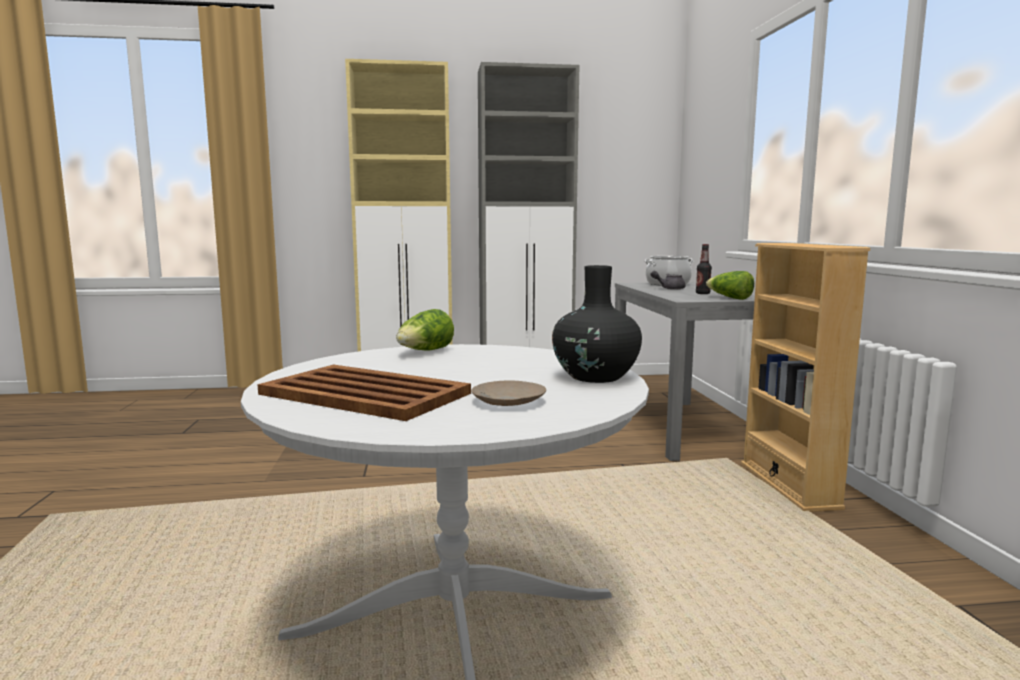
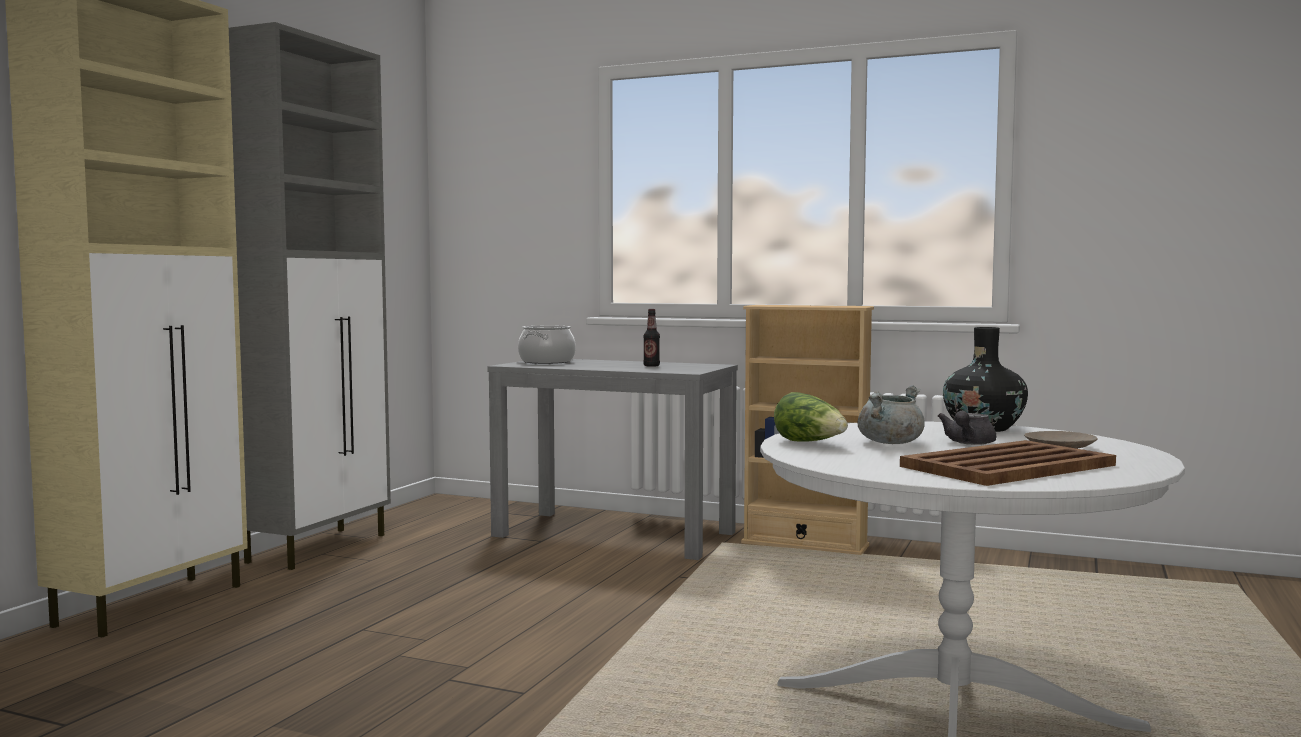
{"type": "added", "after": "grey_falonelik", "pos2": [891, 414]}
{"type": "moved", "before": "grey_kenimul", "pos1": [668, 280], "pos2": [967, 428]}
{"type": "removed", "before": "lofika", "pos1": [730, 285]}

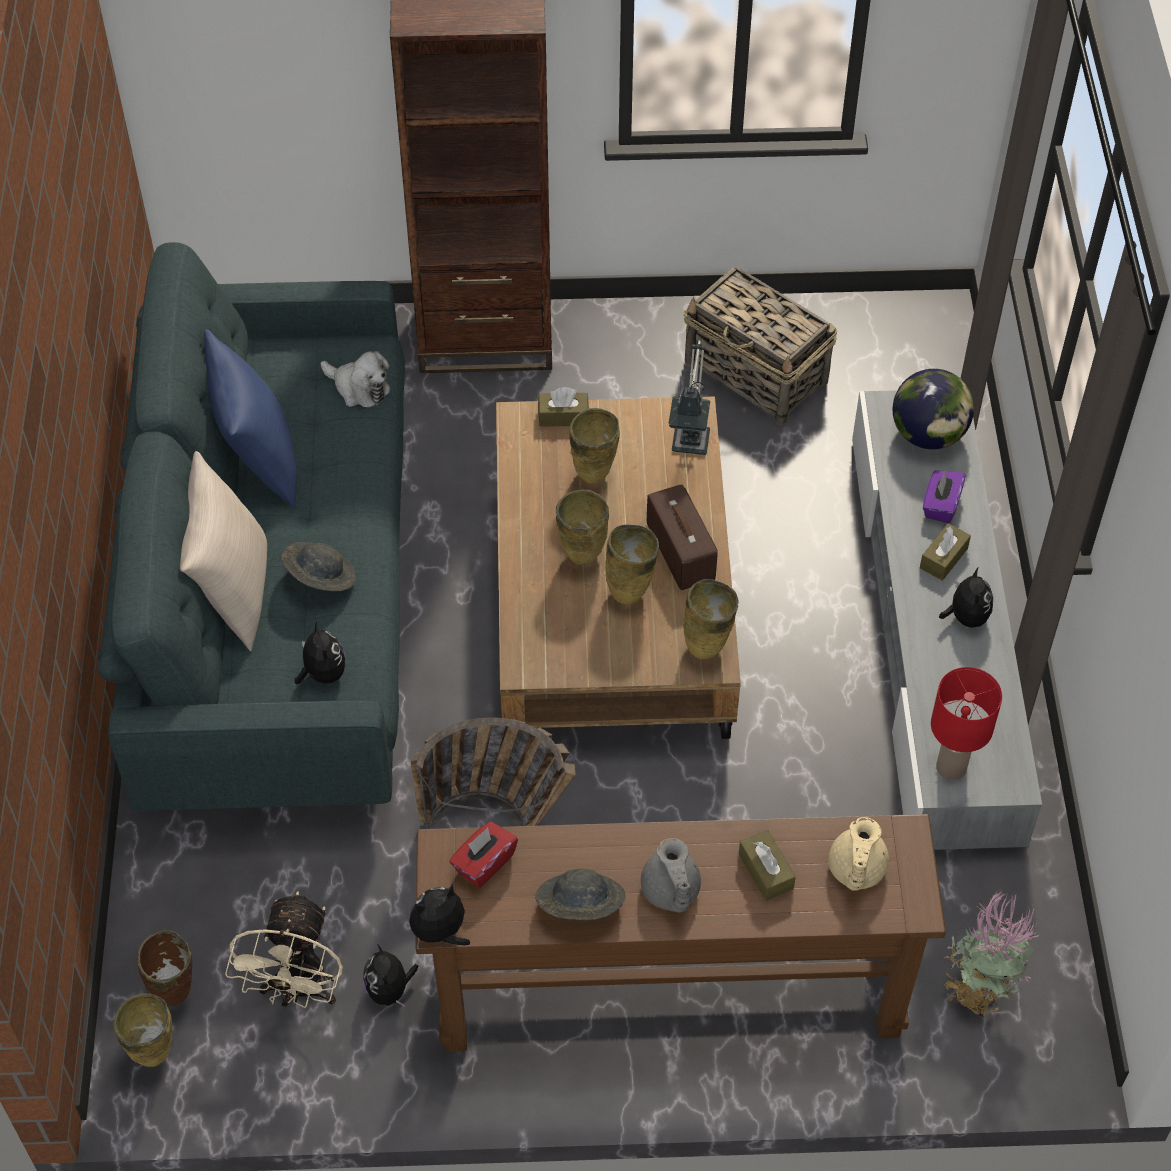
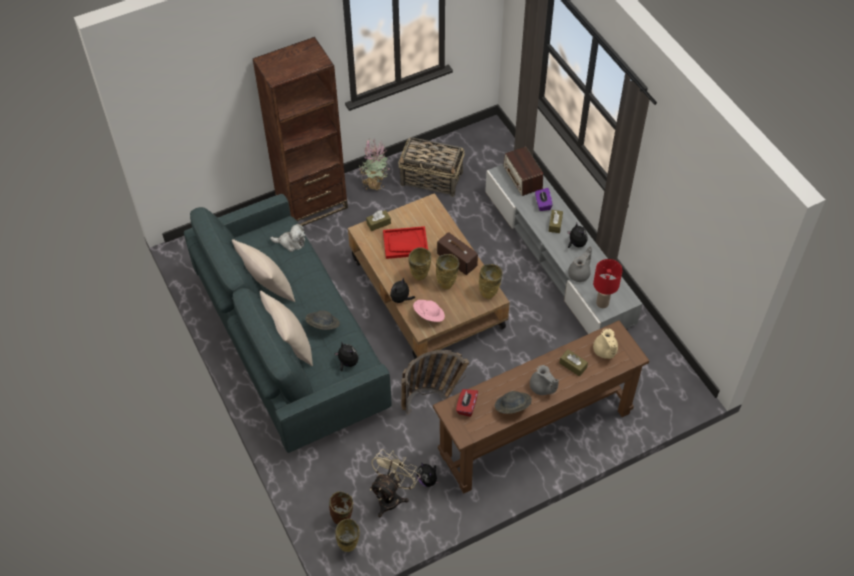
{"type": "recoloured", "before": "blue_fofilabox", "after": "beige_fofilabox", "pos1": [250, 419], "pos2": [263, 270]}
{"type": "moved", "before": "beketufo", "pos1": [991, 952], "pos2": [375, 164]}
{"type": "turned", "before": "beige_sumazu", "pos1": [284, 950], "pos2": [395, 483], "turn": -135}
{"type": "replaced", "before": "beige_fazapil", "after": "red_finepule", "pos1": [594, 446], "pos2": [405, 242]}
{"type": "moved", "before": "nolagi", "pos1": [439, 917], "pos2": [402, 290]}
{"type": "added", "after": "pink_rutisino", "pos2": [429, 311]}
{"type": "replaced", "before": "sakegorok", "after": "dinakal", "pos1": [933, 409], "pos2": [523, 171]}
{"type": "added", "after": "grey_kenimul", "pos2": [580, 264]}
{"type": "removed", "before": "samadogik", "pos1": [689, 396]}

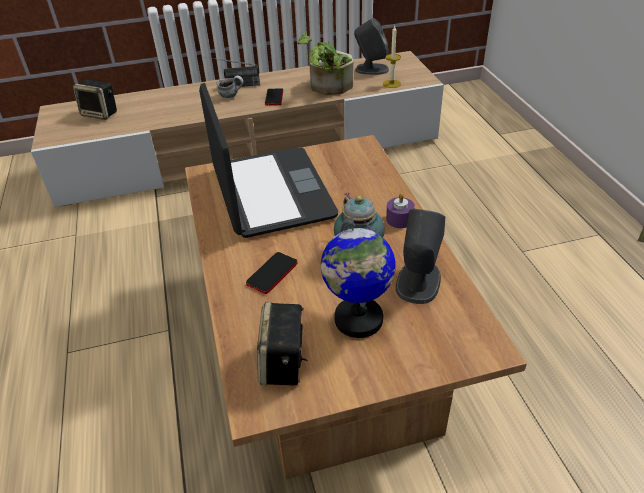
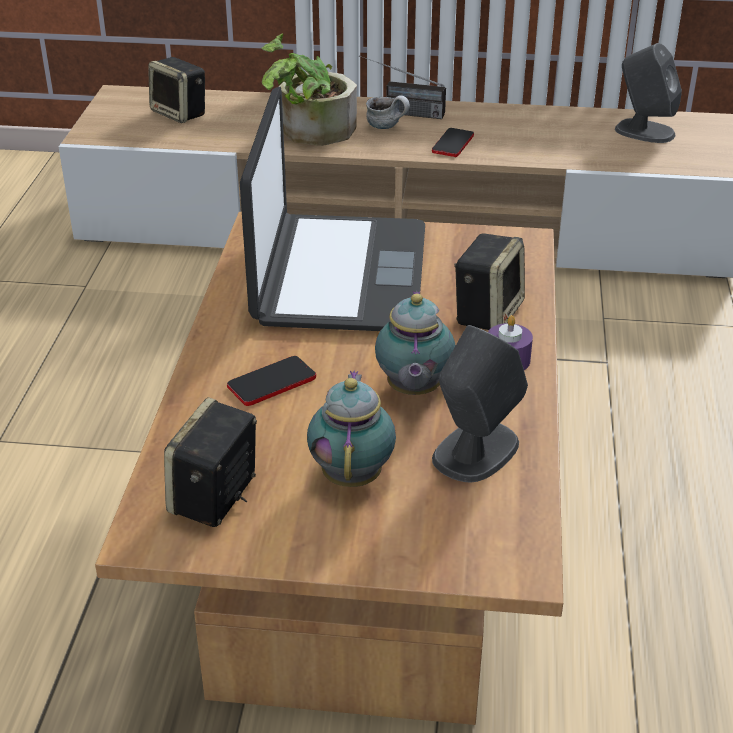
{"type": "moved", "before": "beketufo", "pos1": [325, 63], "pos2": [309, 90]}
{"type": "replaced", "before": "sakegorok", "after": "kenimul", "pos1": [358, 277], "pos2": [351, 428]}
{"type": "added", "after": "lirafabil", "pos2": [489, 281]}
{"type": "removed", "before": "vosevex", "pos1": [392, 57]}

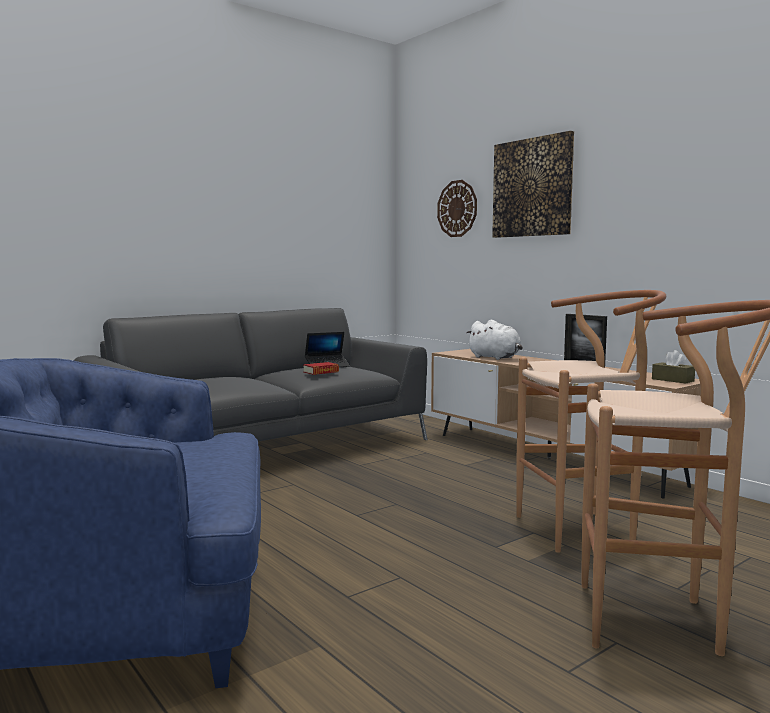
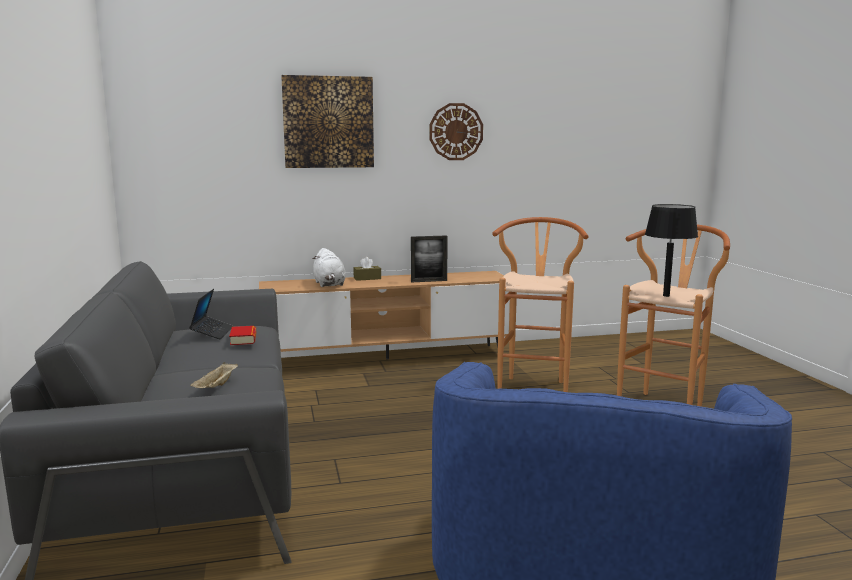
{"type": "added", "after": "beige_finepule", "pos2": [214, 375]}
{"type": "turned", "before": "white_nolagi", "pos1": [494, 340], "pos2": [329, 267], "turn": 90}
{"type": "moved", "before": "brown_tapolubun", "pos1": [673, 367], "pos2": [367, 269]}
{"type": "moved", "before": "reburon", "pos1": [457, 208], "pos2": [456, 131]}
{"type": "added", "after": "black_samadogik", "pos2": [671, 250]}

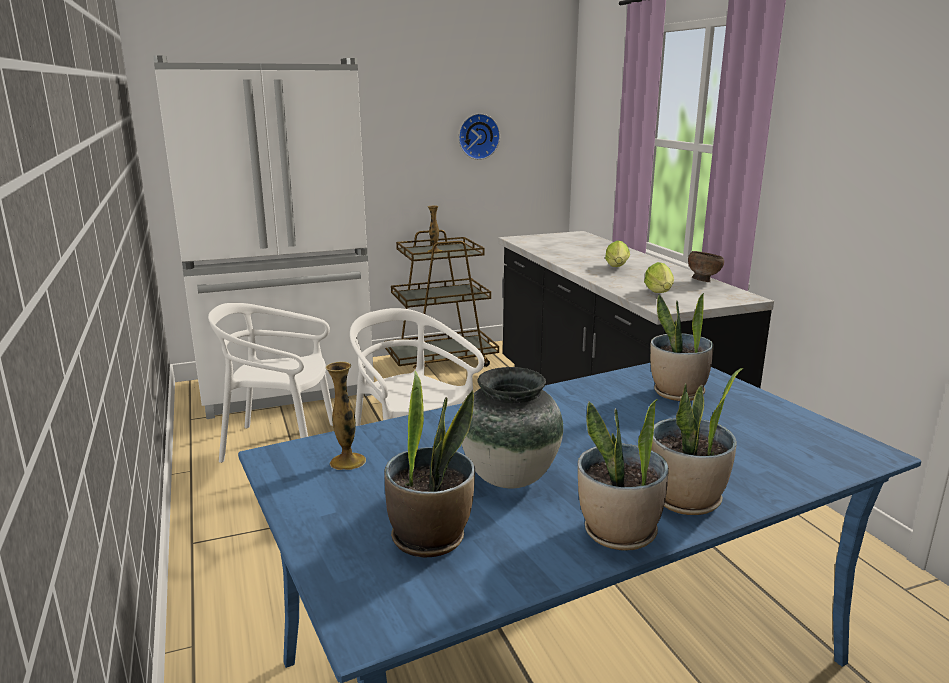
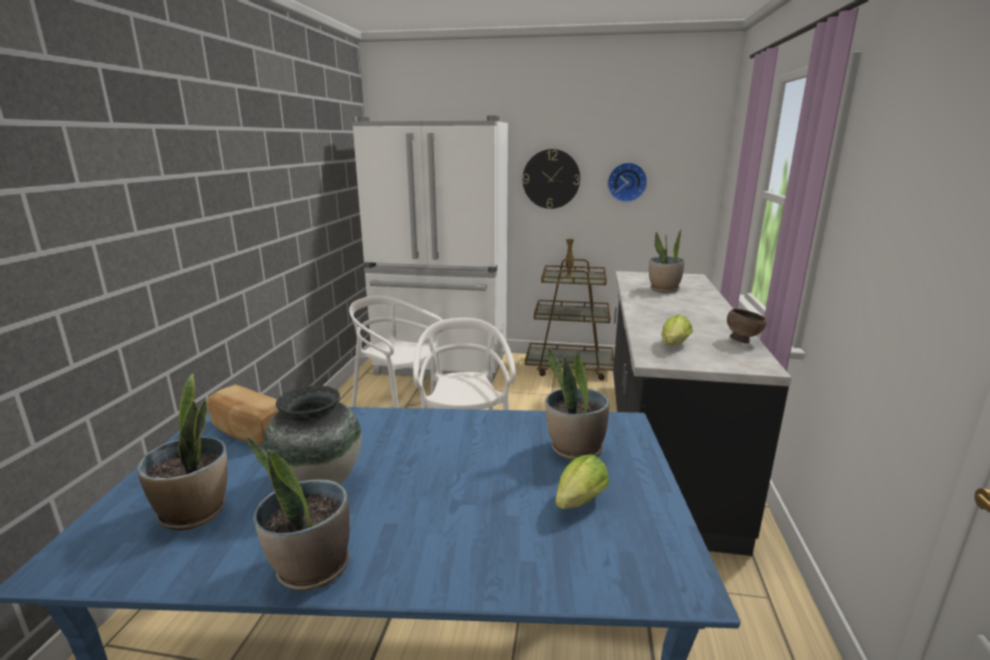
{"type": "replaced", "before": "fazapil", "after": "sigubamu", "pos1": [346, 415], "pos2": [243, 415]}
{"type": "added", "after": "reburon", "pos2": [551, 179]}
{"type": "moved", "before": "lofika", "pos1": [617, 253], "pos2": [582, 482]}
{"type": "moved", "before": "beketufo", "pos1": [697, 441], "pos2": [667, 260]}

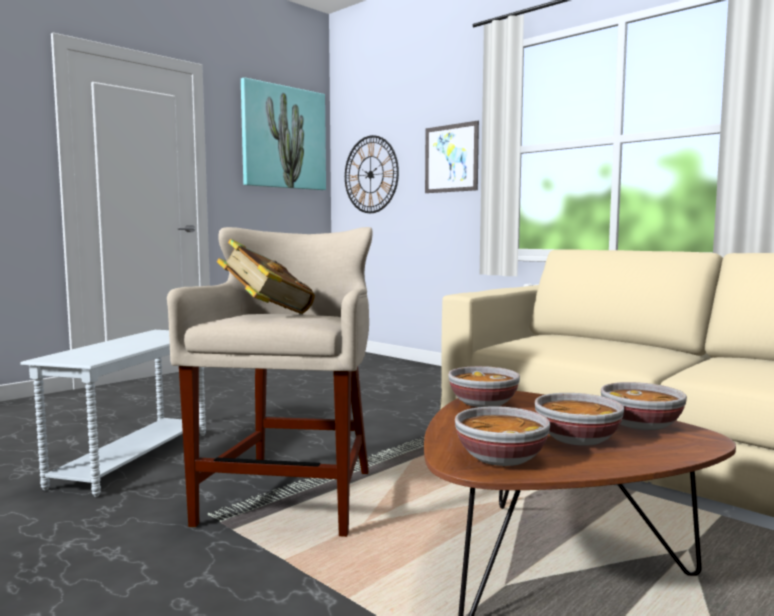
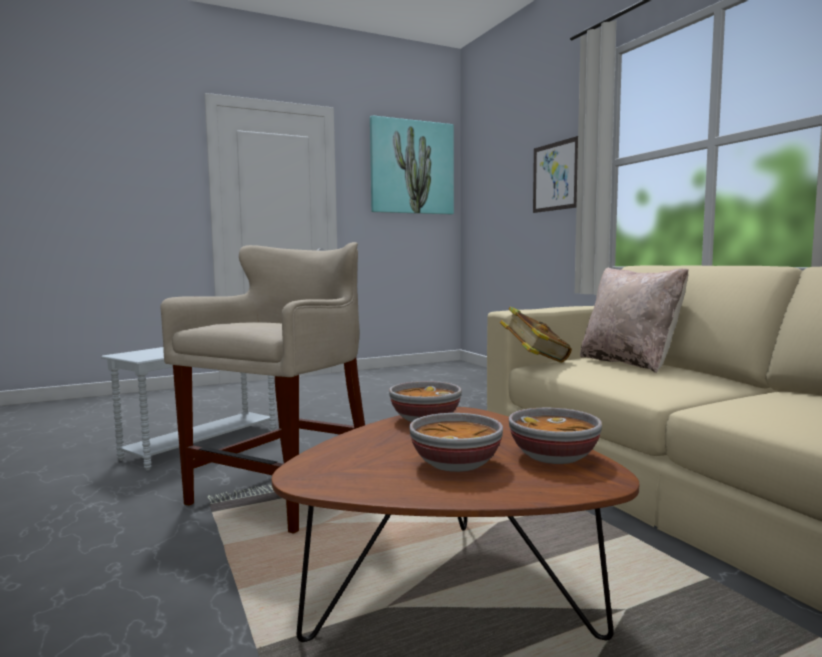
{"type": "moved", "before": "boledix", "pos1": [266, 276], "pos2": [536, 334]}
{"type": "added", "after": "beige_fofilabox", "pos2": [634, 320]}
{"type": "removed", "before": "reburon", "pos1": [372, 174]}
{"type": "removed", "before": "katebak", "pos1": [502, 436]}

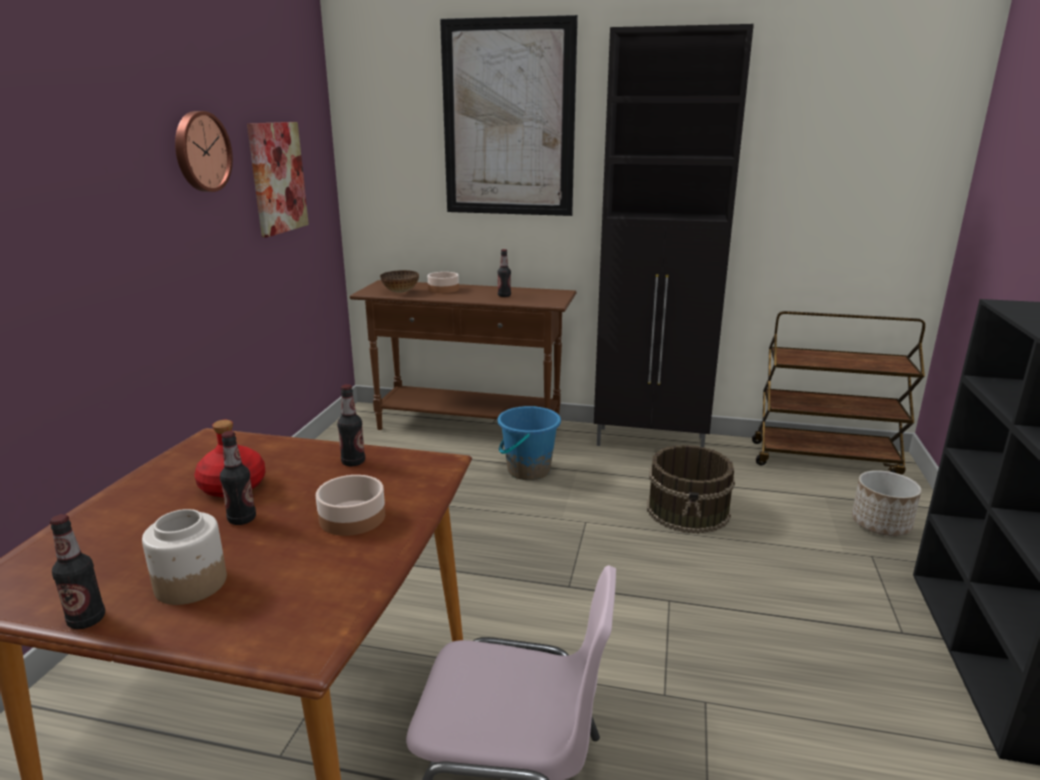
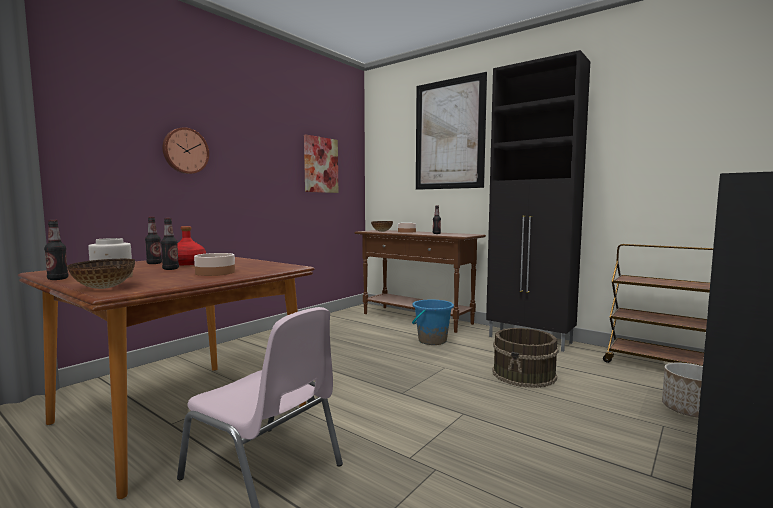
{"type": "added", "after": "katebak", "pos2": [101, 274]}
{"type": "moved", "before": "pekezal", "pos1": [351, 425], "pos2": [153, 240]}
{"type": "moved", "before": "reburon", "pos1": [204, 151], "pos2": [186, 150]}

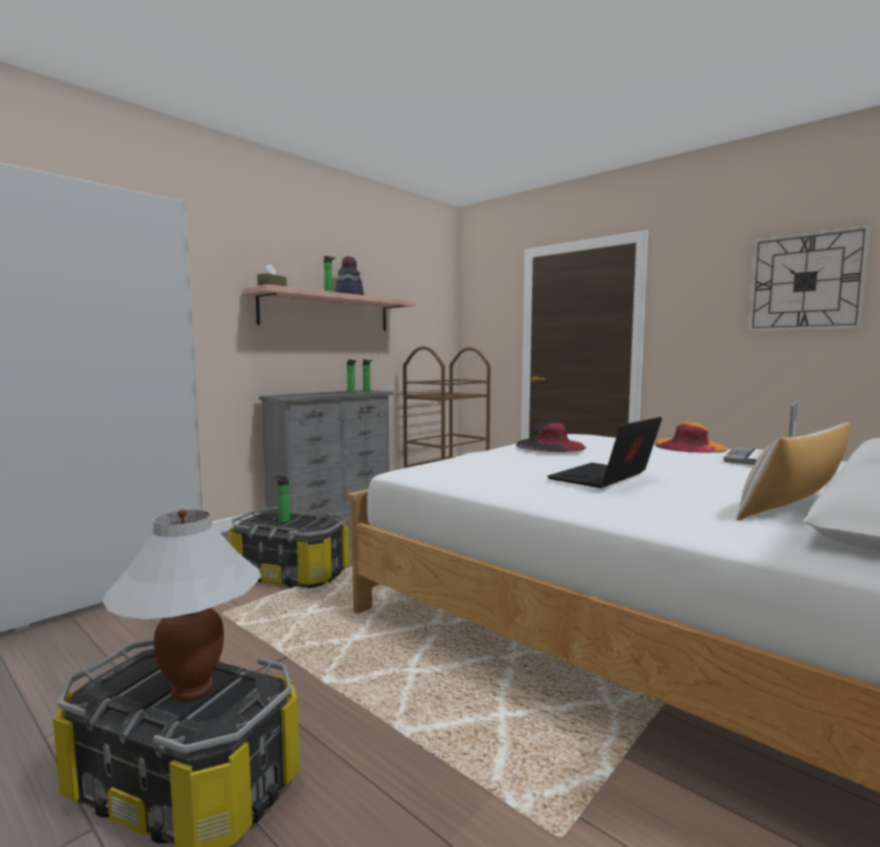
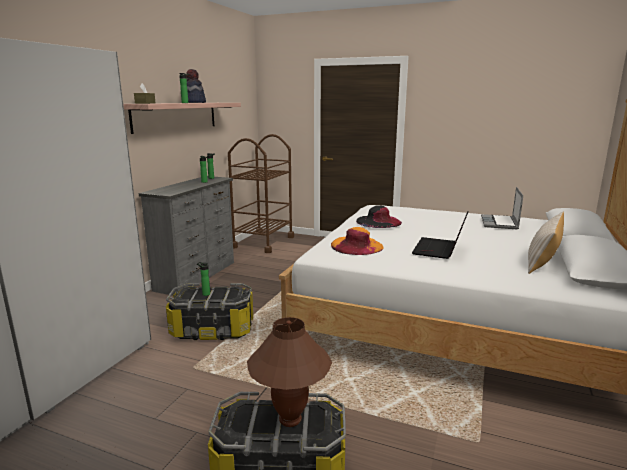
{"type": "recoloured", "before": "white_samadogik", "after": "brown_samadogik", "pos1": [182, 605], "pos2": [289, 372]}
{"type": "moved", "before": "orange_rutisino", "pos1": [691, 437], "pos2": [357, 241]}
{"type": "removed", "before": "reburon", "pos1": [809, 278]}

